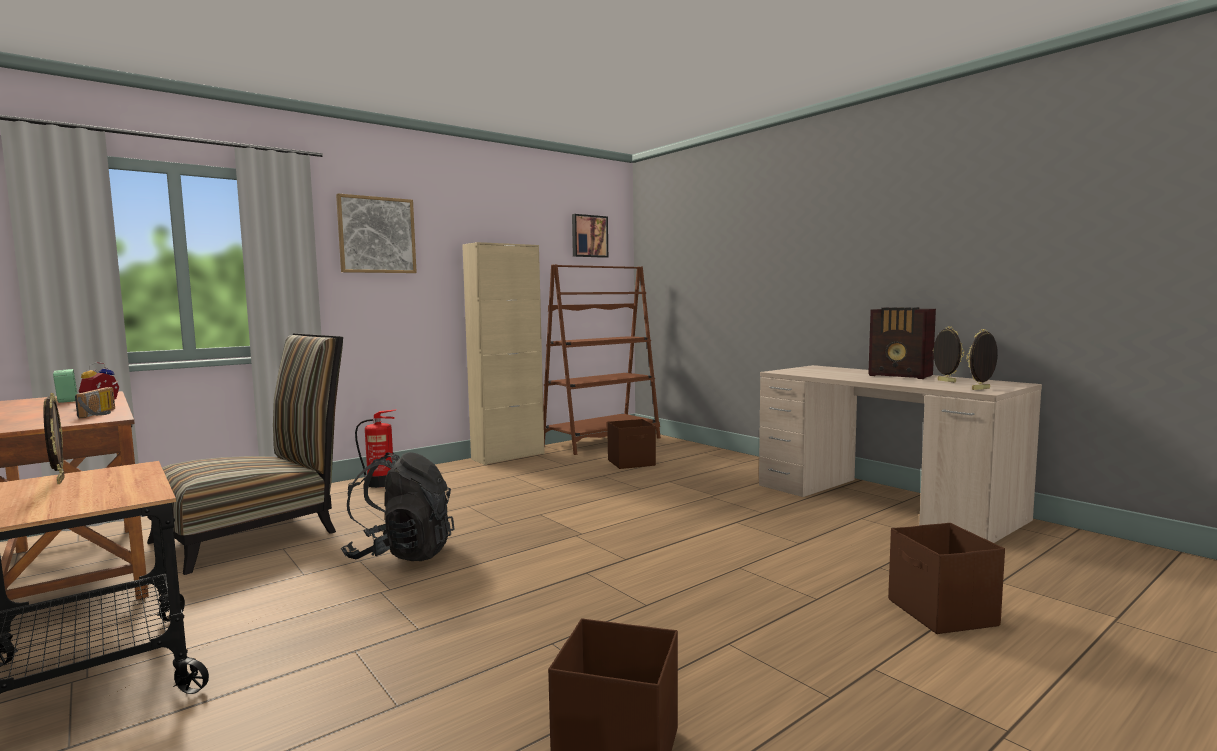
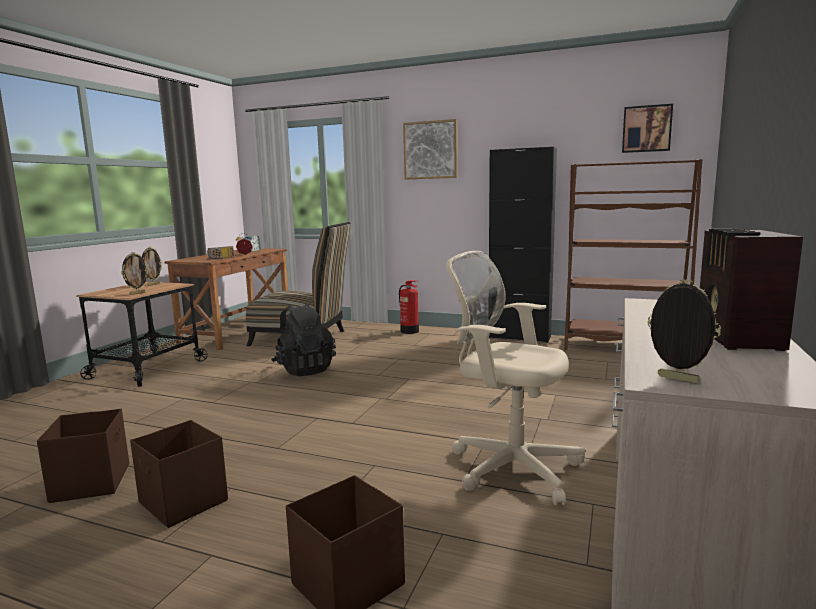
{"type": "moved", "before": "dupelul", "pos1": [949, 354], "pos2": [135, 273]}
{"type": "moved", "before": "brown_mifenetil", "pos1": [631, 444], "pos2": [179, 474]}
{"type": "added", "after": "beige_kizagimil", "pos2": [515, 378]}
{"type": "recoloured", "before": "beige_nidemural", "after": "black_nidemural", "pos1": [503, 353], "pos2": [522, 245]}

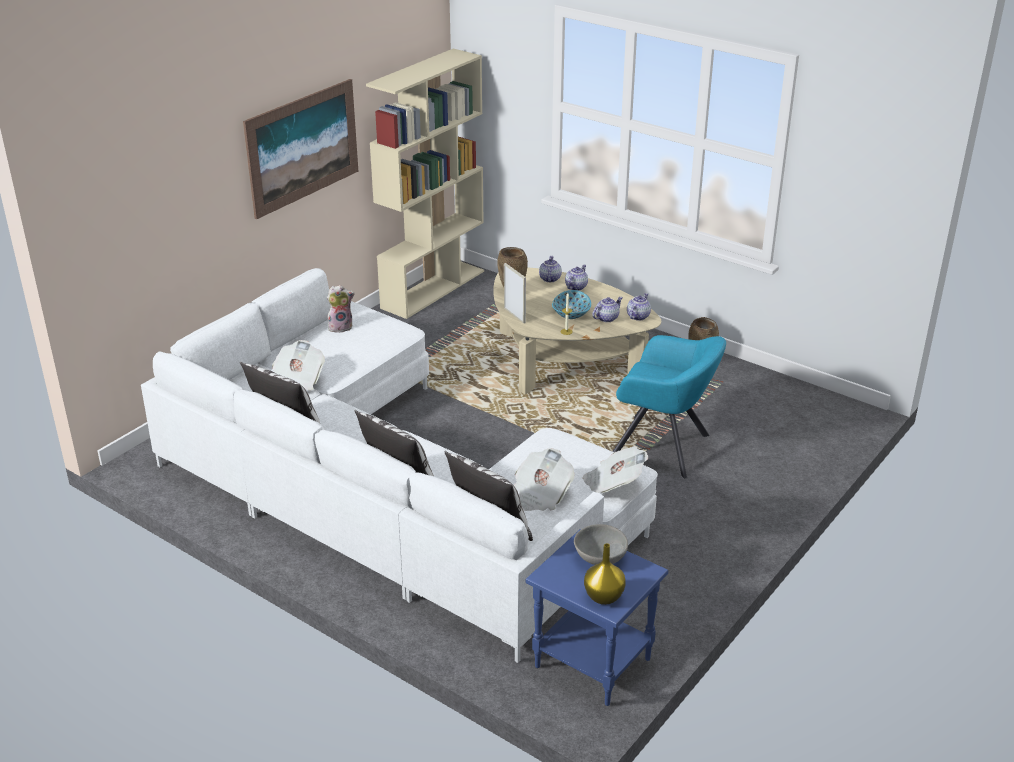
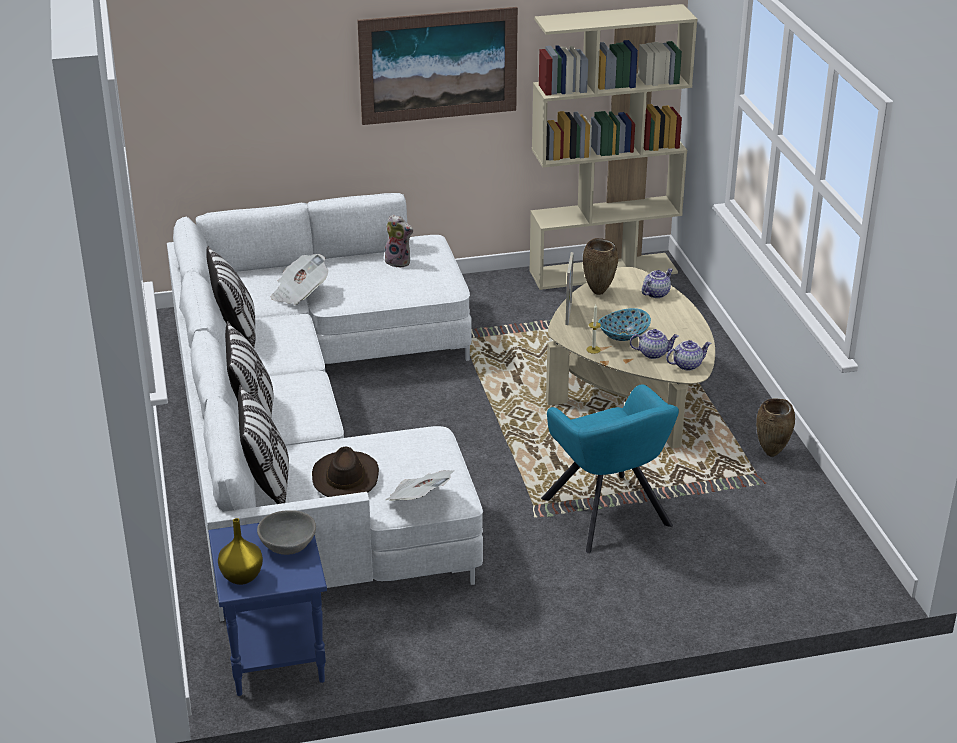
{"type": "replaced", "before": "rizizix", "after": "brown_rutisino", "pos1": [544, 479], "pos2": [345, 472]}
{"type": "removed", "before": "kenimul", "pos1": [576, 278]}

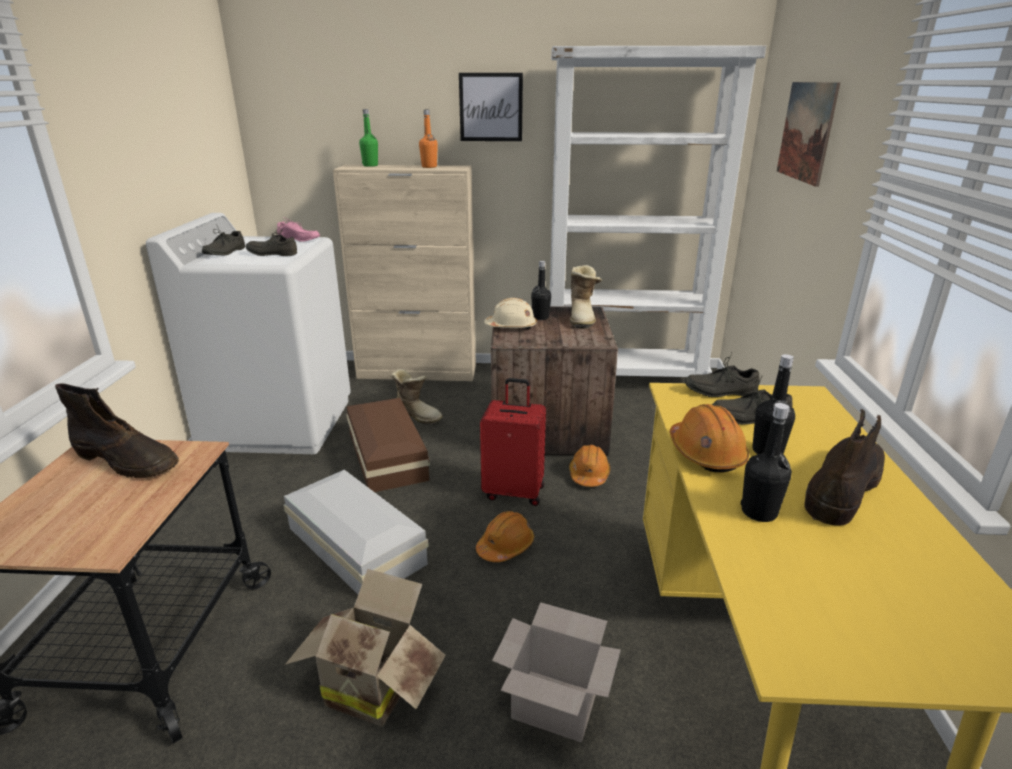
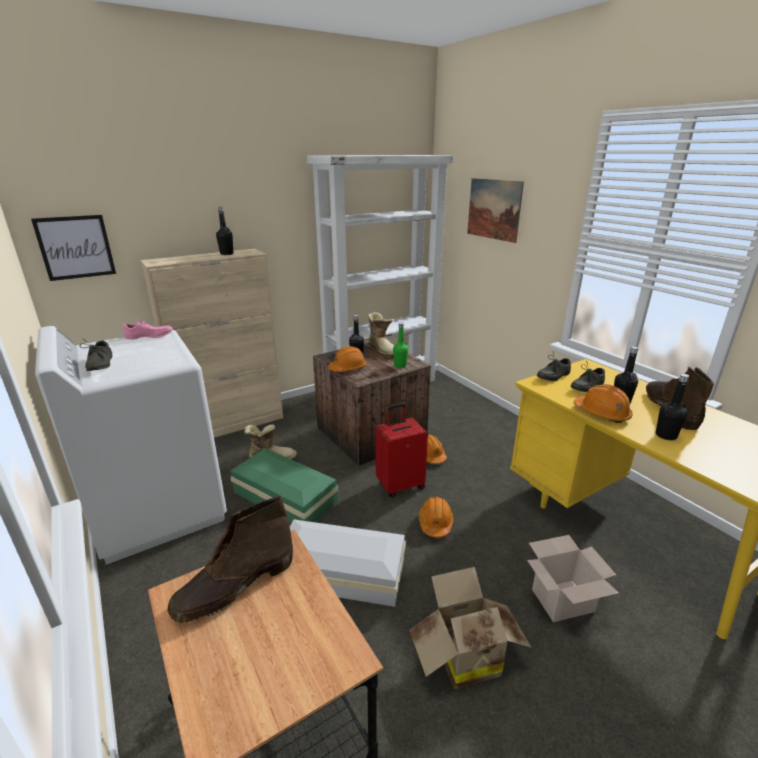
{"type": "moved", "before": "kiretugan", "pos1": [491, 107], "pos2": [73, 248]}
{"type": "turned", "before": "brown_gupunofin", "pos1": [117, 430], "pos2": [230, 559], "turn": 150}
{"type": "recoloured", "before": "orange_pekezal", "after": "black_pekezal", "pos1": [428, 139], "pos2": [224, 231]}
{"type": "recoloured", "before": "brown_mifenetil", "after": "green_mifenetil", "pos1": [388, 445], "pos2": [284, 485]}
{"type": "recoloured", "before": "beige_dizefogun", "after": "orange_dizefogun", "pos1": [510, 314], "pos2": [347, 359]}
{"type": "moved", "before": "green_pekezal", "pos1": [368, 138], "pos2": [401, 345]}
{"type": "removed", "before": "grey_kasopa", "pos1": [271, 241]}

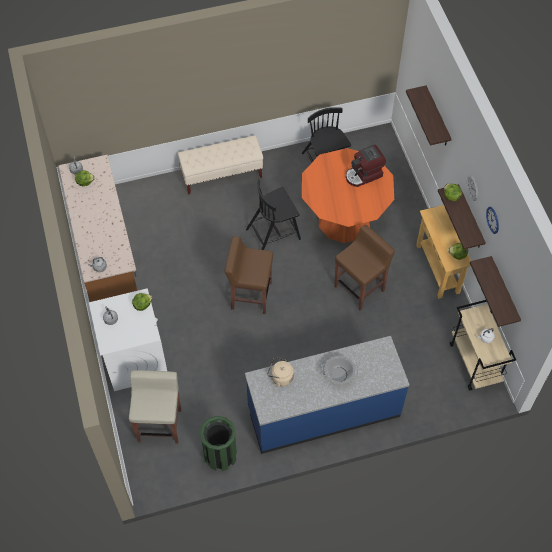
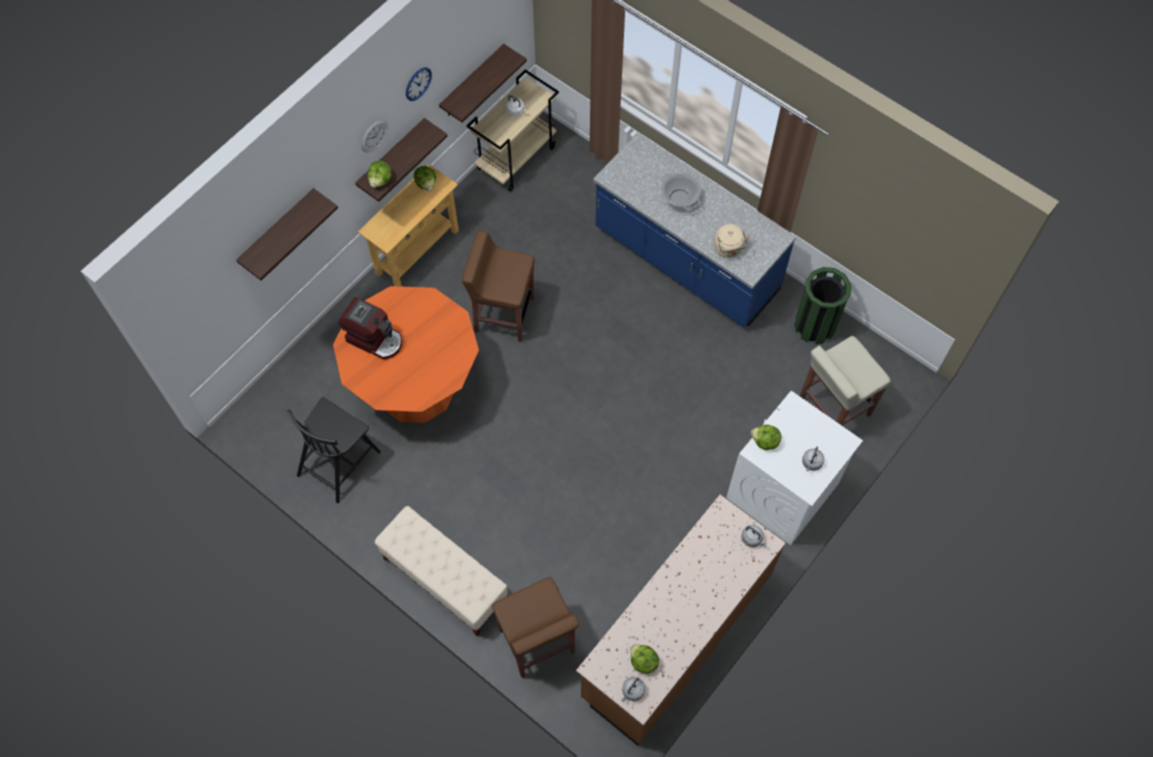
{"type": "moved", "before": "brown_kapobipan", "pos1": [248, 275], "pos2": [535, 627]}
{"type": "removed", "before": "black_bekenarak", "pos1": [273, 214]}

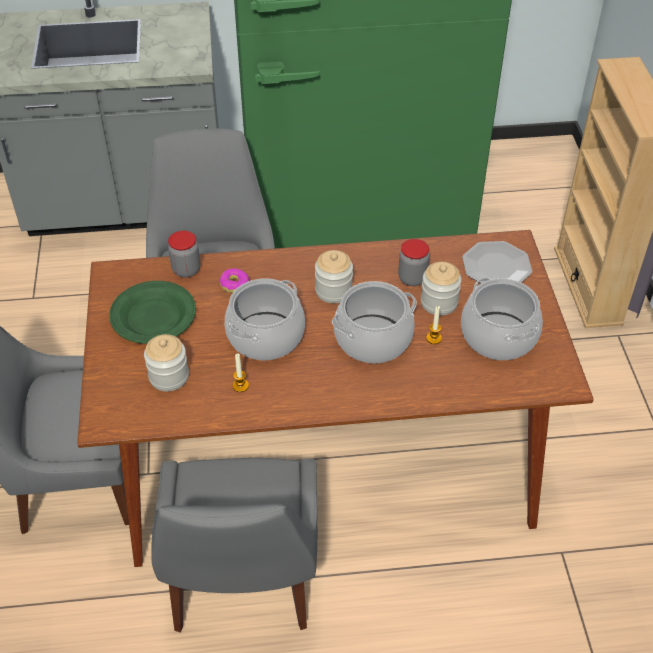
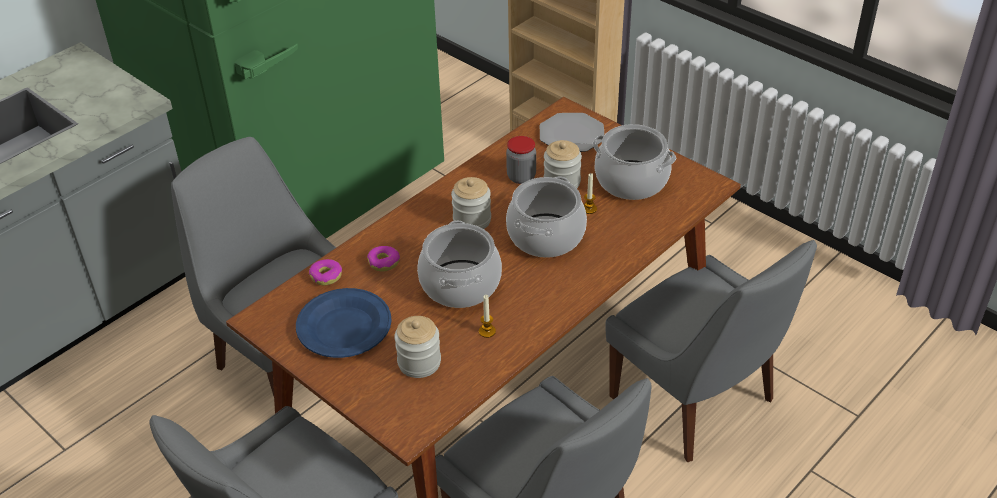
{"type": "recoloured", "before": "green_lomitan", "after": "blue_lomitan", "pos1": [152, 312], "pos2": [344, 323]}
{"type": "replaced", "before": "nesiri", "after": "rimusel", "pos1": [184, 254], "pos2": [325, 272]}
{"type": "added", "after": "grey_bekenarak", "pos2": [711, 351]}

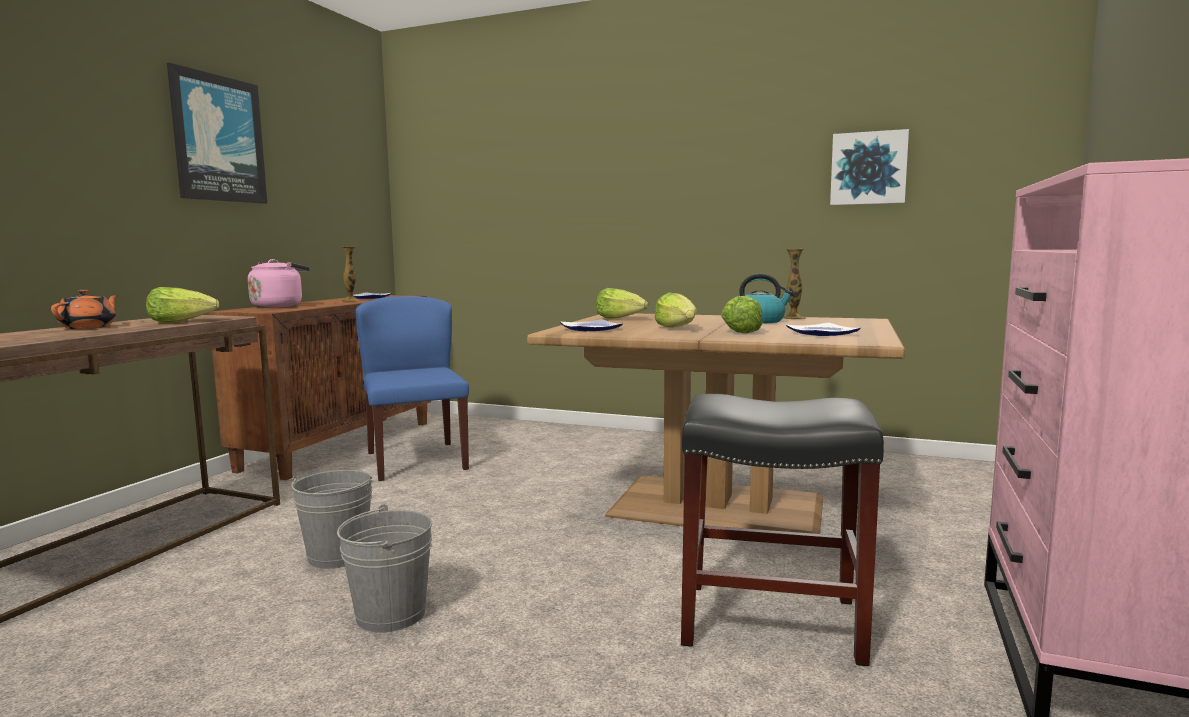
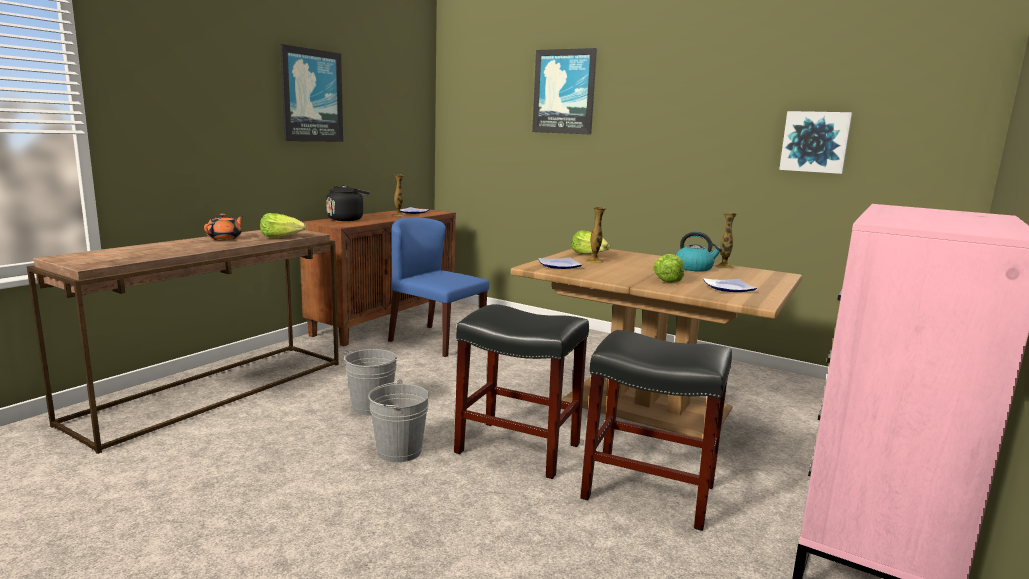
{"type": "recoloured", "before": "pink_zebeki", "after": "black_zebeki", "pos1": [279, 283], "pos2": [348, 203]}
{"type": "turned", "before": "blue_bekenarak", "pos1": [412, 388], "pos2": [438, 287], "turn": -45}
{"type": "added", "after": "black_kapobipan", "pos2": [521, 391]}
{"type": "added", "after": "kiretugan", "pos2": [564, 91]}
{"type": "added", "after": "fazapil", "pos2": [595, 235]}
{"type": "removed", "before": "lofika", "pos1": [676, 310]}

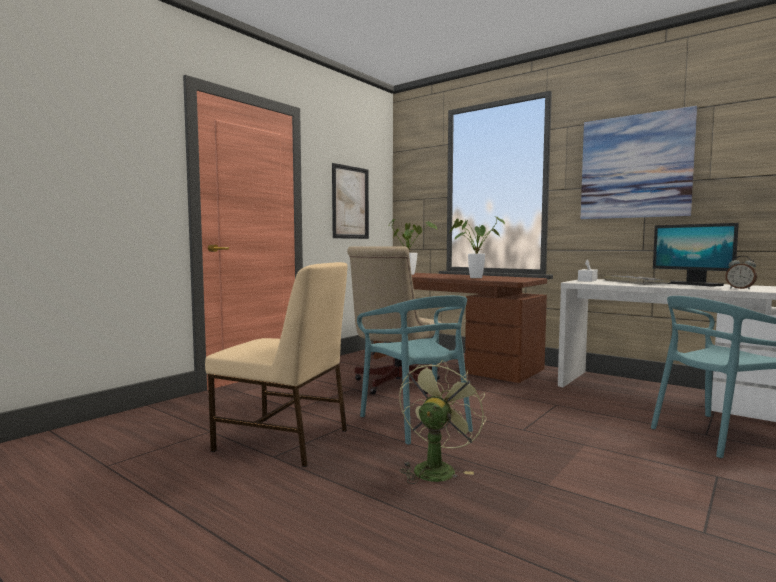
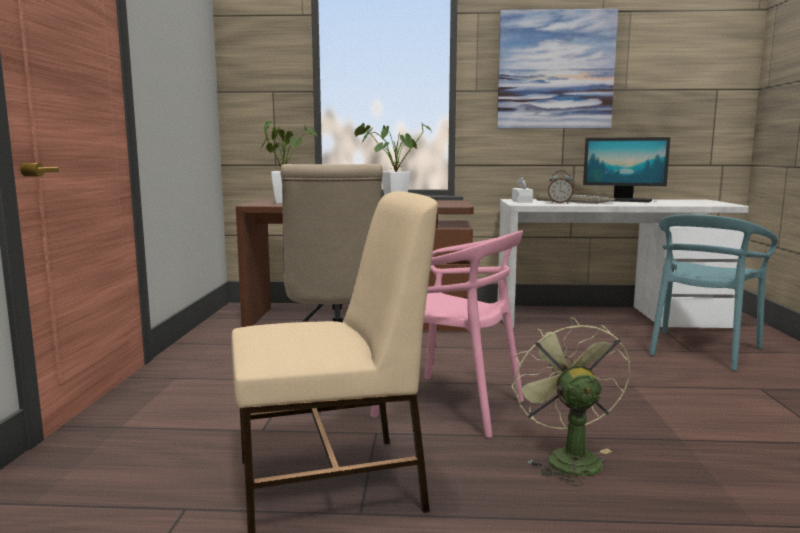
{"type": "recoloured", "before": "turquoise_bekenarak", "after": "pink_bekenarak", "pos1": [415, 370], "pos2": [447, 334]}
{"type": "moved", "before": "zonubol", "pos1": [741, 272], "pos2": [560, 186]}
{"type": "removed", "before": "kiretugan", "pos1": [350, 201]}

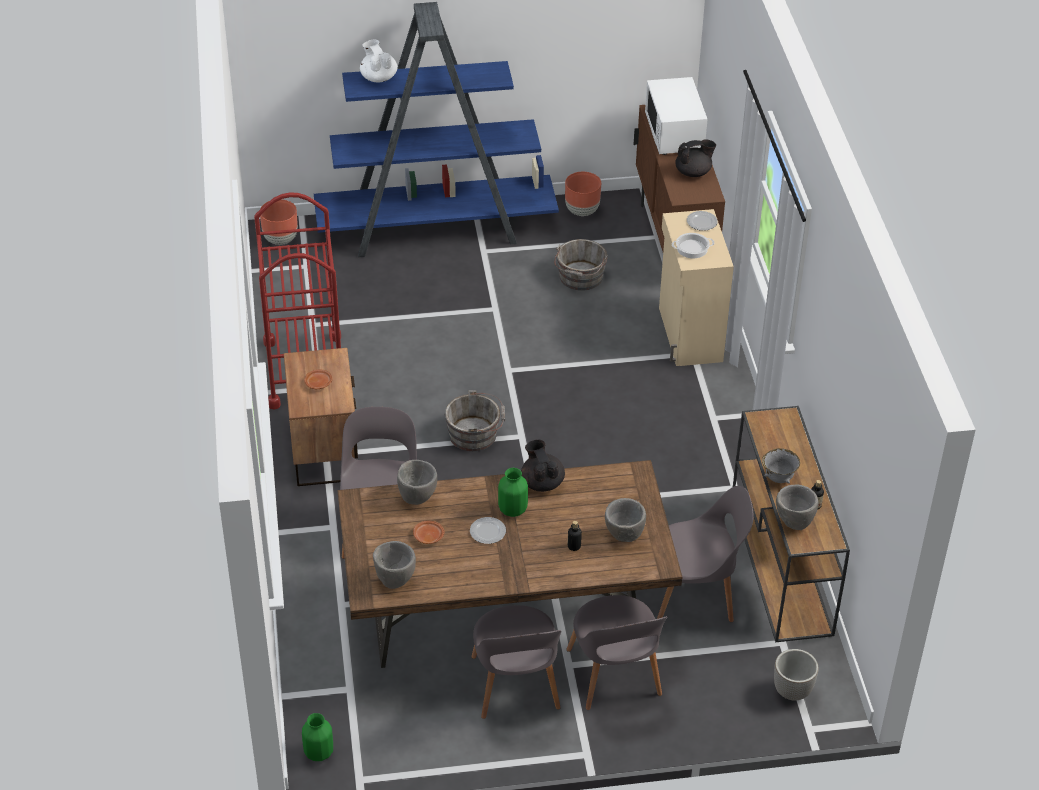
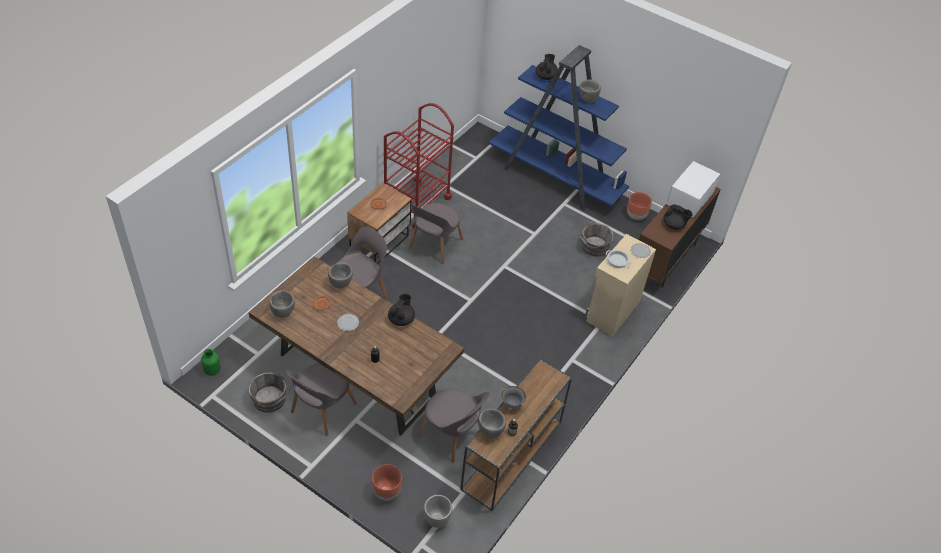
{"type": "moved", "before": "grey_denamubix", "pos1": [475, 420], "pos2": [269, 392]}
{"type": "moved", "before": "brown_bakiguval", "pos1": [279, 222], "pos2": [387, 482]}
{"type": "moved", "before": "grey_bekenarak", "pos1": [617, 652], "pos2": [436, 233]}
{"type": "recoloured", "before": "white_kenimul", "after": "black_kenimul", "pos1": [378, 61], "pos2": [546, 67]}
{"type": "moved", "before": "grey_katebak", "pos1": [625, 520], "pos2": [590, 91]}
{"type": "removed", "before": "green_fazapil", "pos1": [513, 492]}

